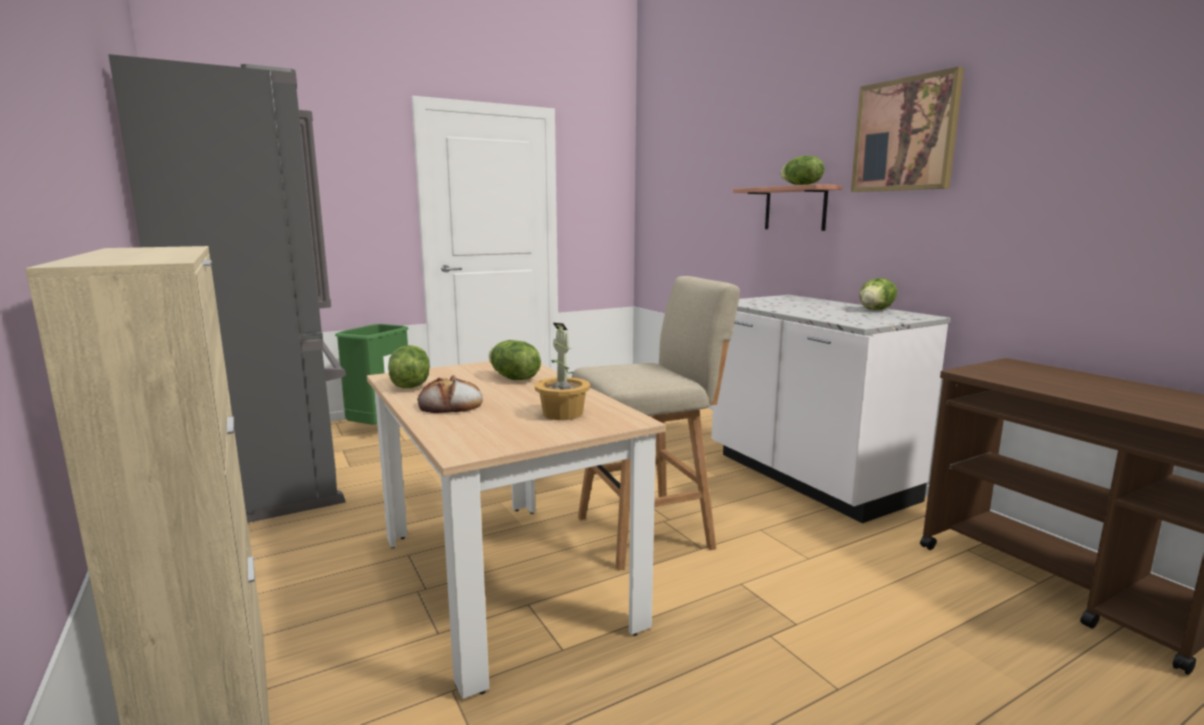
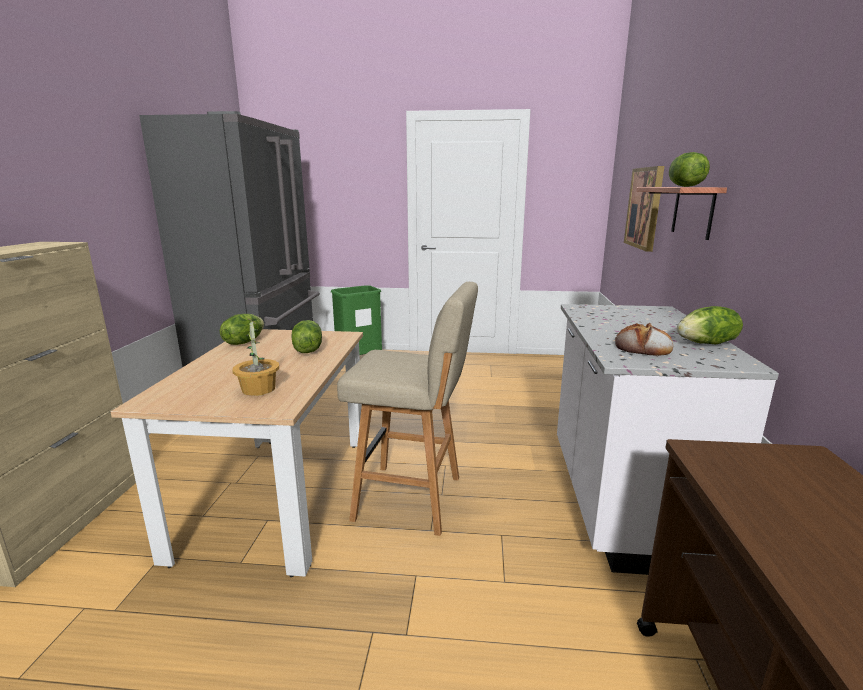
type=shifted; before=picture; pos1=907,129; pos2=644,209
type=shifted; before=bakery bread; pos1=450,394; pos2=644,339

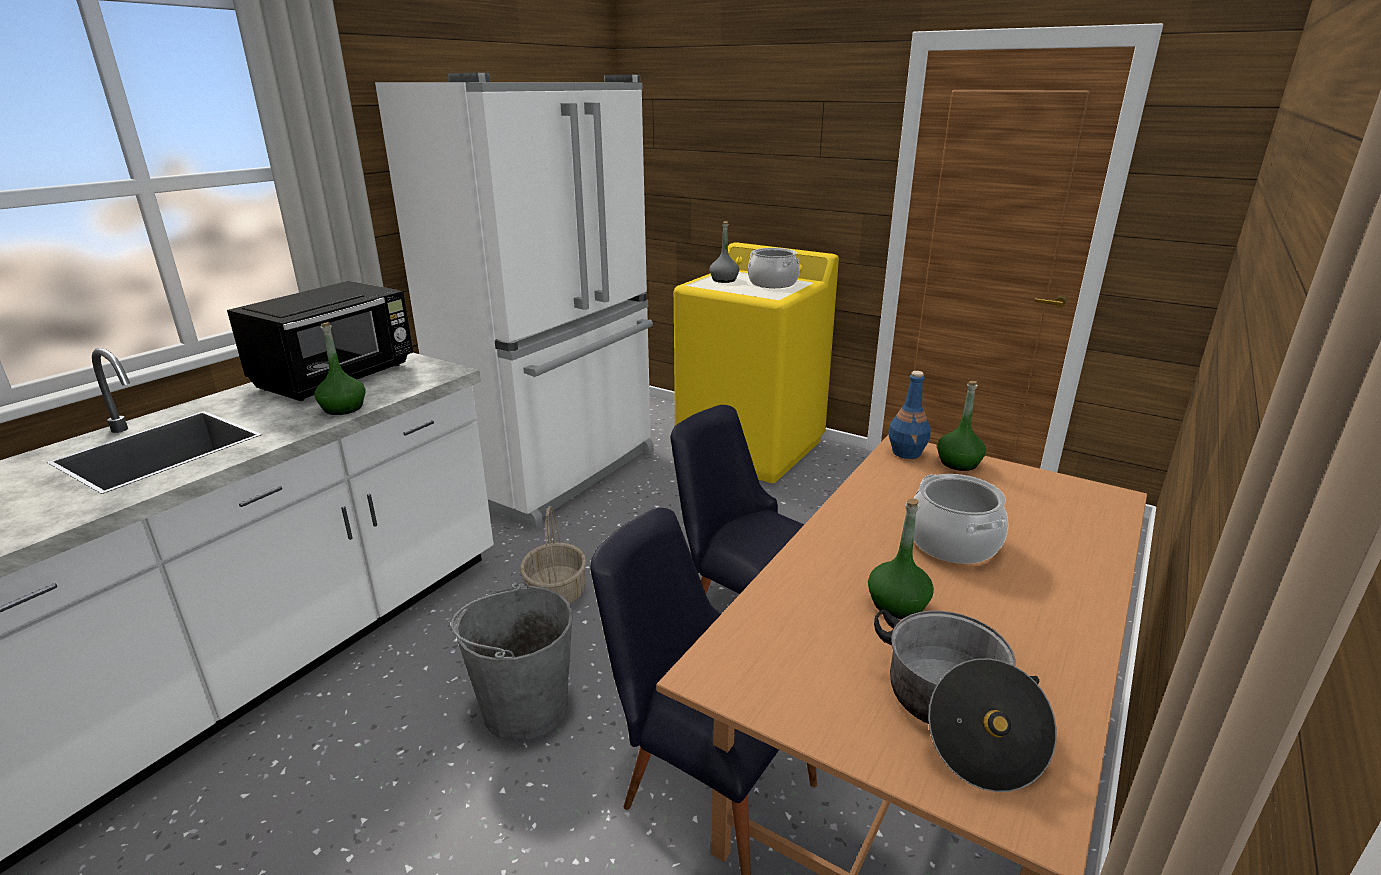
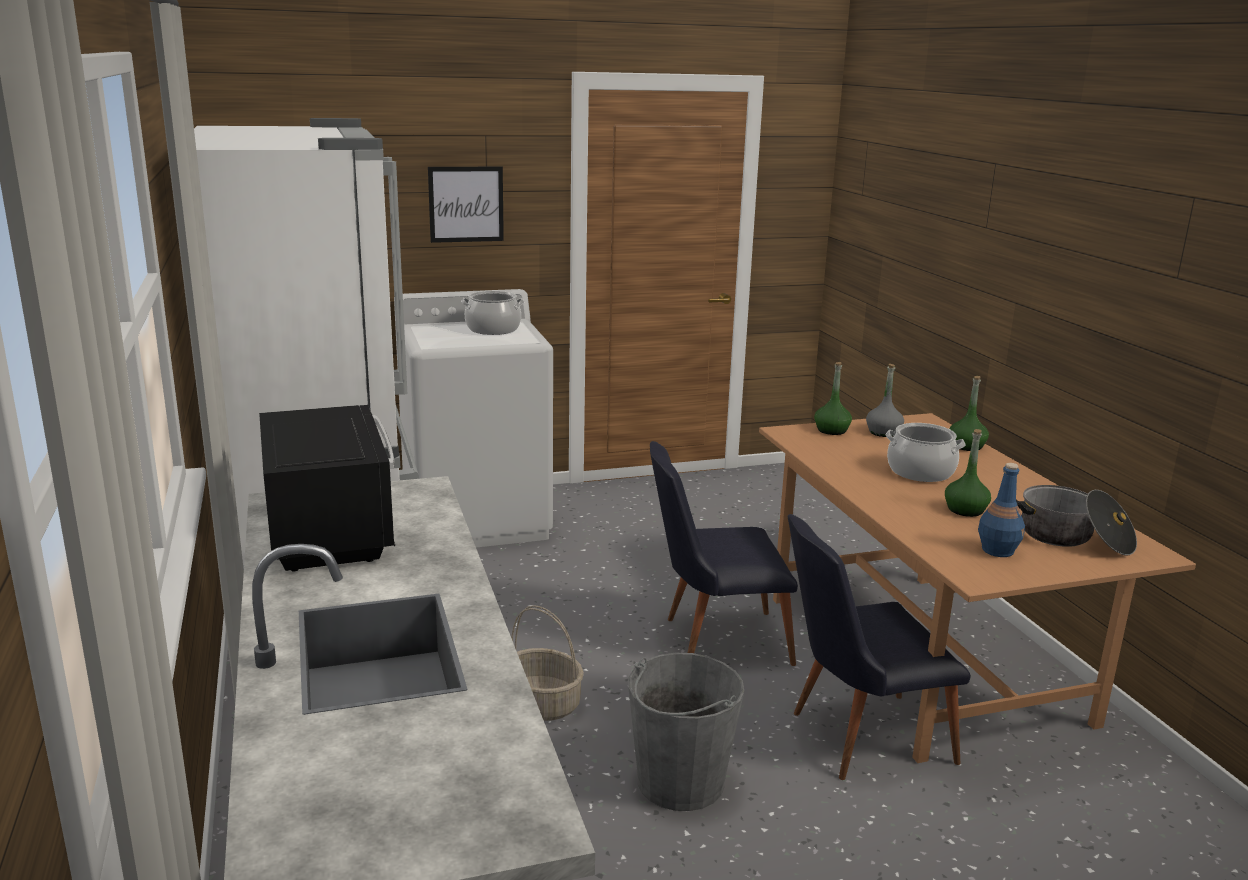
type=shifted; before=bottle/grey; pos1=724,252; pos2=885,400
type=repainted; before=washing machine/yellow-coloured; after=washing machine/white-coloured; pos1=756,362; pos2=473,418
type=shifted; before=bottle/greenish; pos1=340,368; pos2=969,413
type=shifted; before=bottle/blue-coloured; pos1=909,415; pos2=1001,510
type=new; after=picture; pos2=466,205

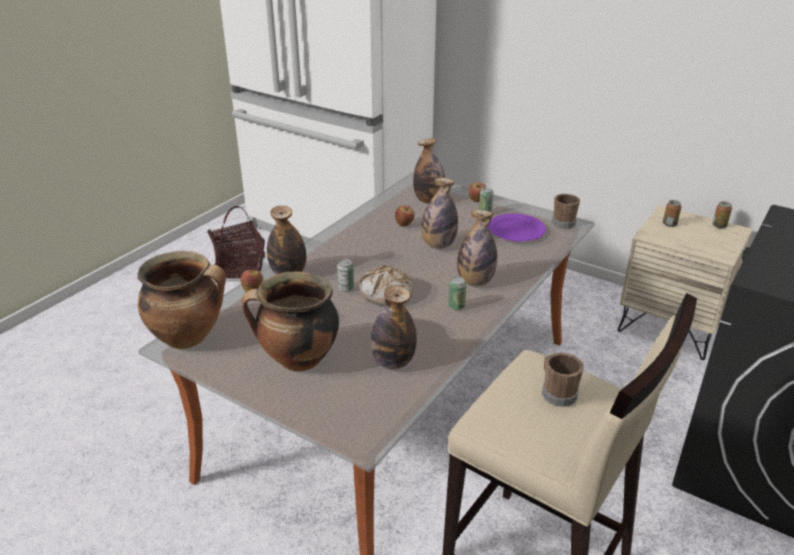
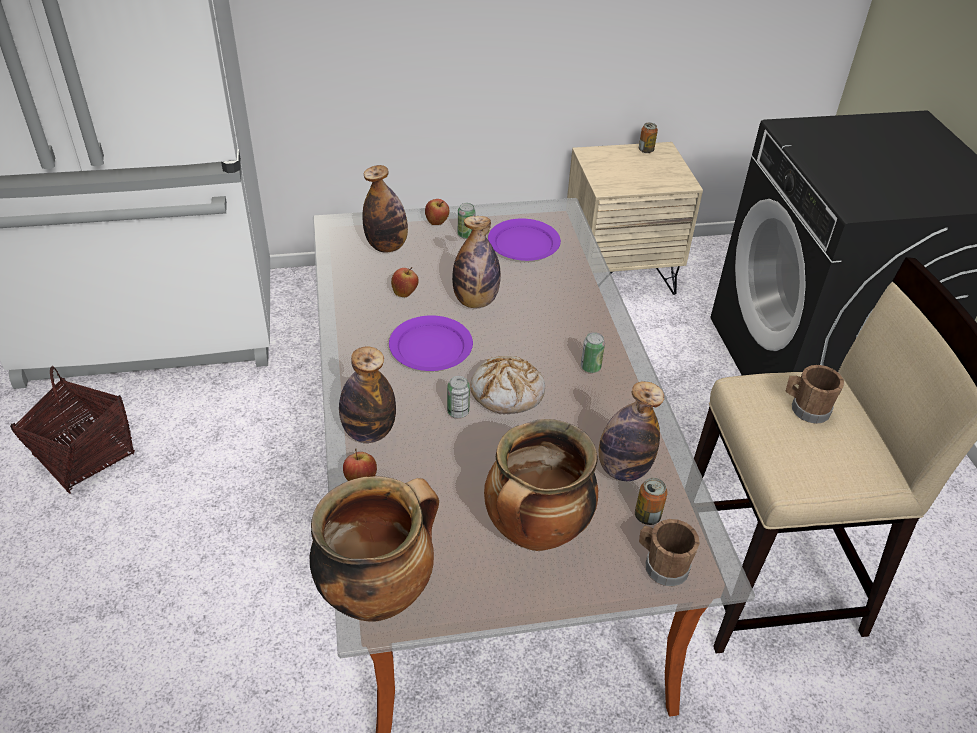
type=shifted; before=tea mug/brownish; pos1=566,211; pos2=669,552
type=shifted; before=metal can; pos1=672,213; pos2=651,501
type=gone; before=bottle; pos1=477,248
type=new; after=plate/purplish; pos2=431,343

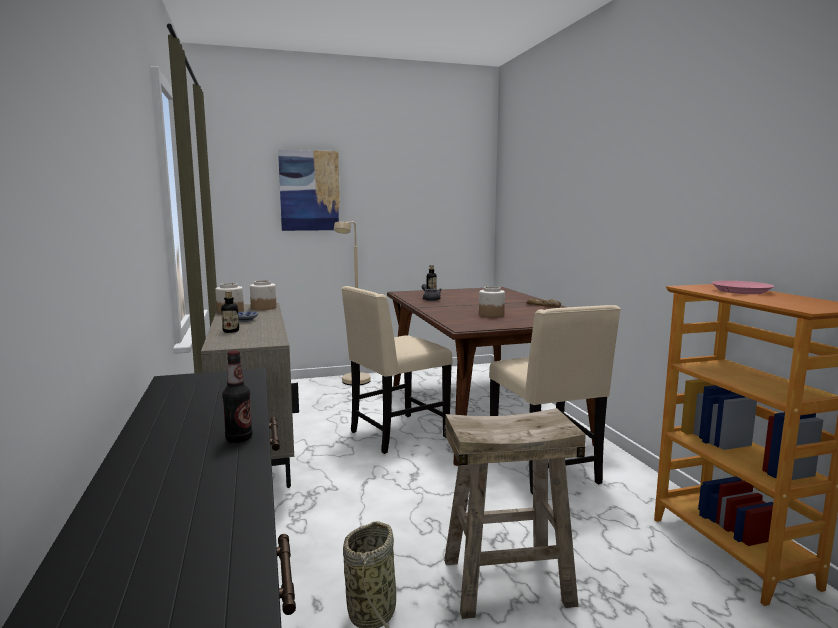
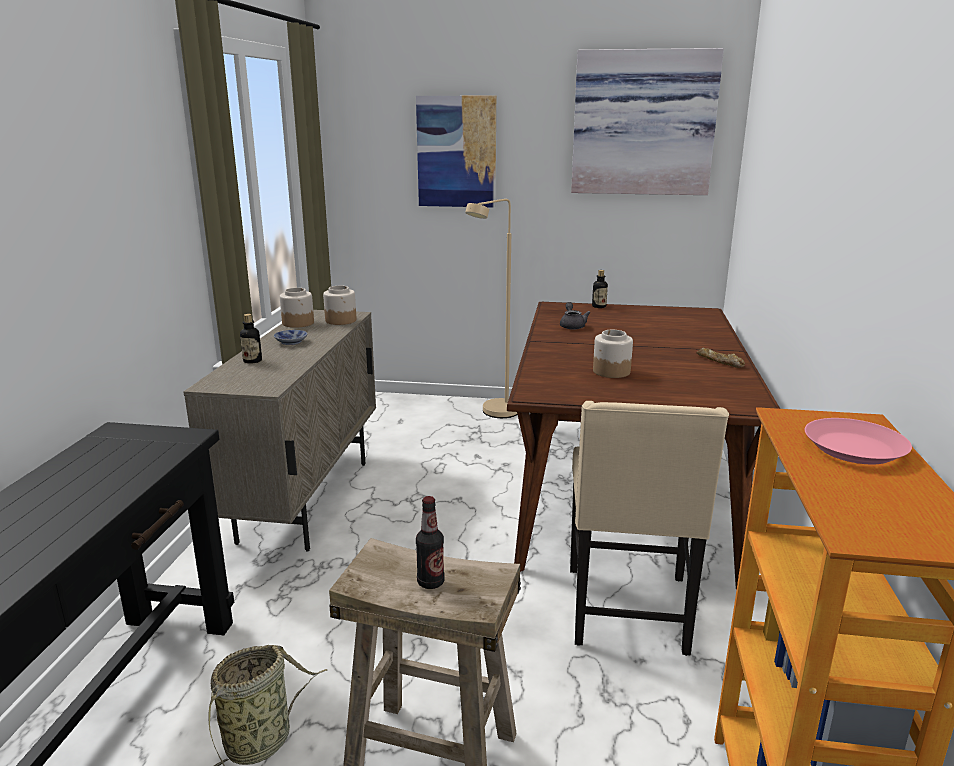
type=gone; before=plain chair/sand-coloured; pos1=396,370
type=shifted; before=bottle; pos1=237,396; pos2=430,542
type=new; after=picture; pos2=647,121

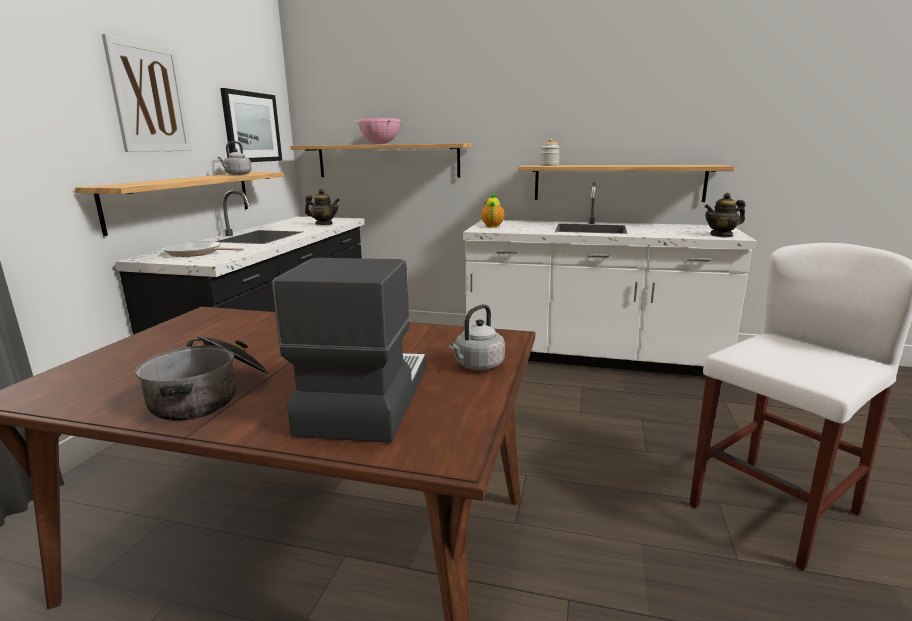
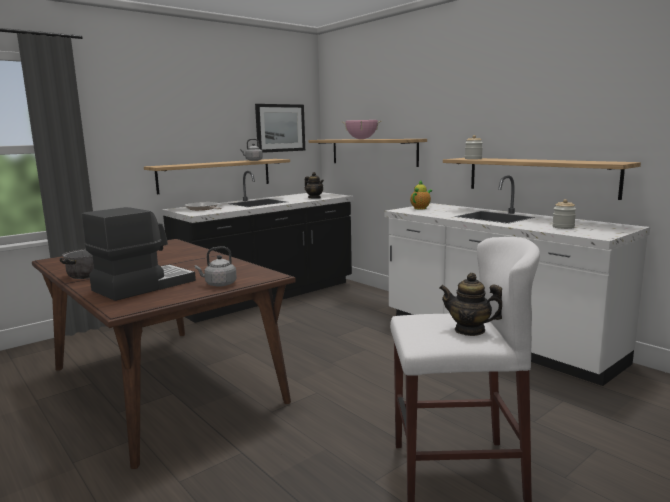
type=gone; before=picture; pos1=146,93
type=shifted; before=pot for tea; pos1=725,215; pos2=470,304
type=new; after=storage jar; pos2=564,214

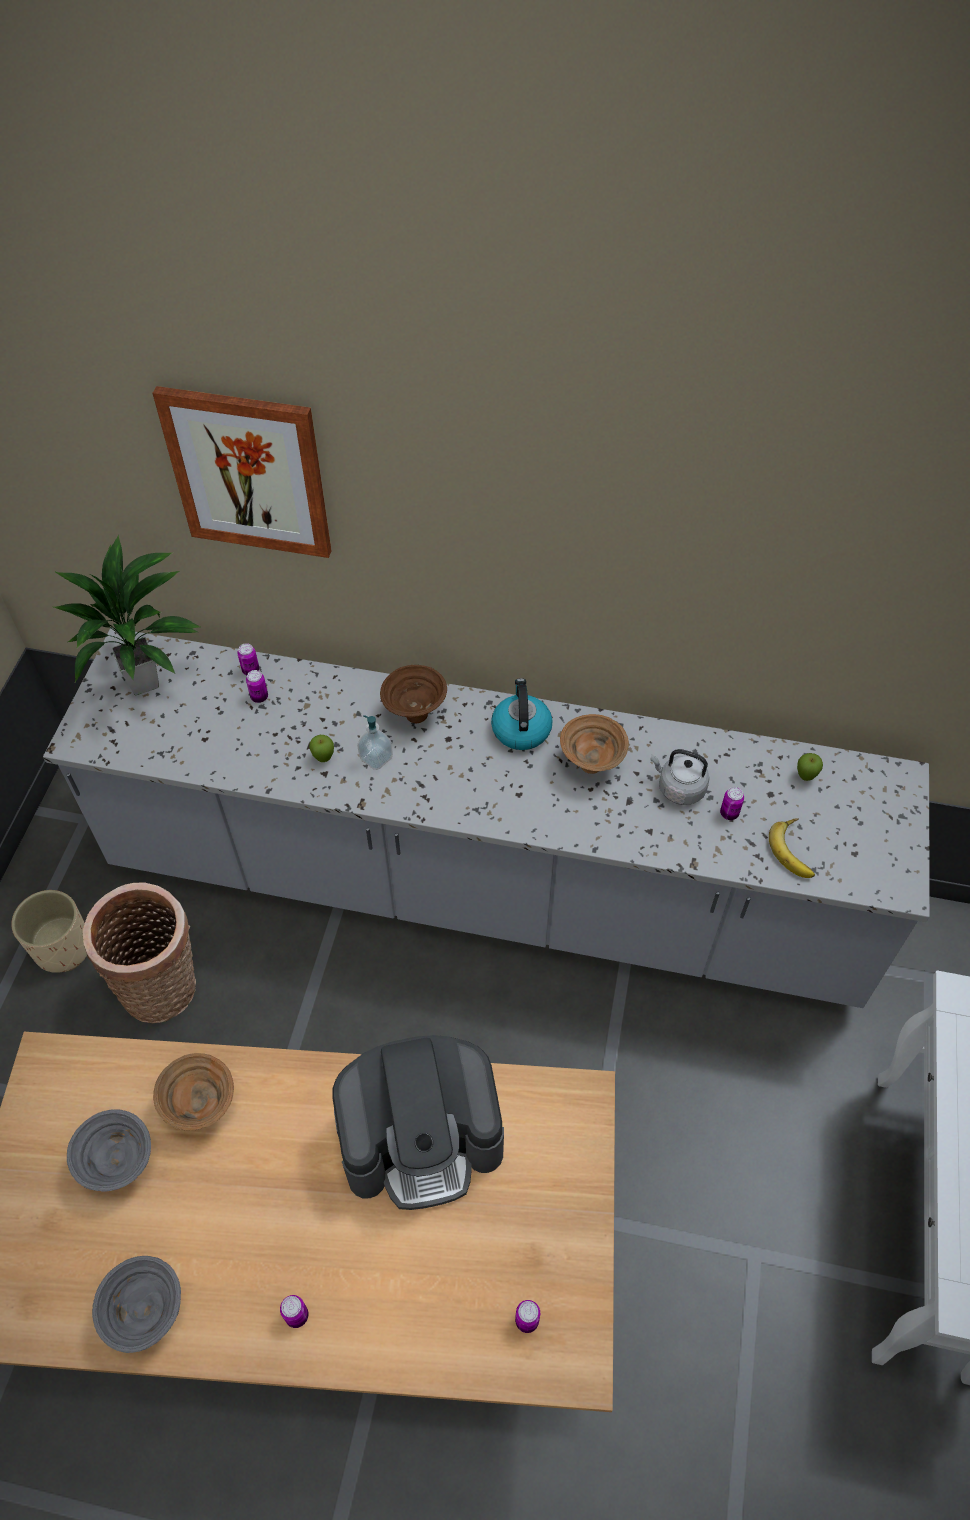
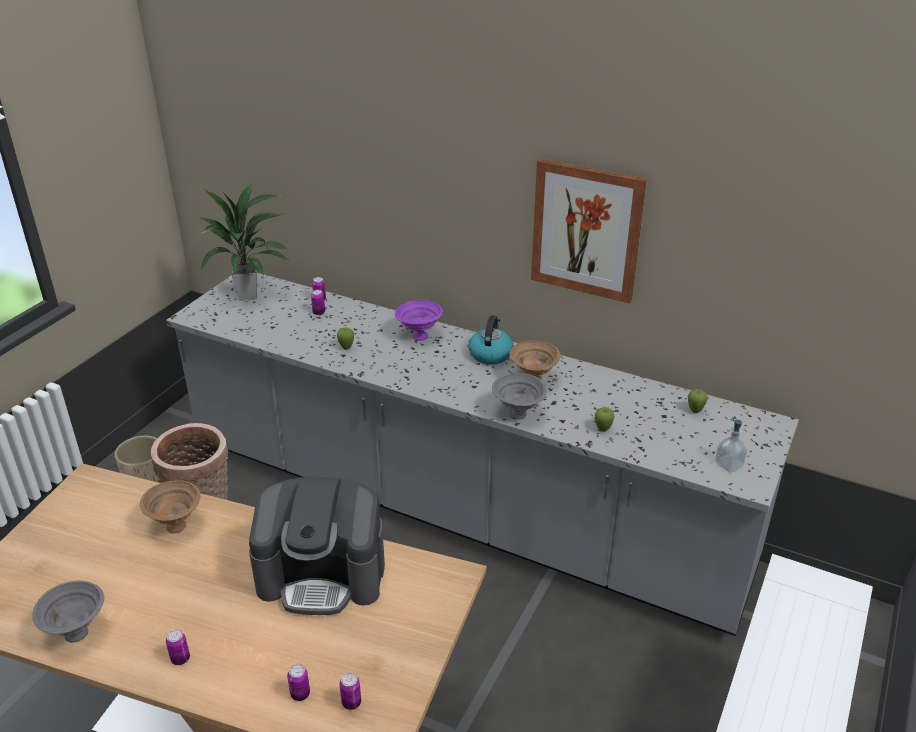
type=shifted; before=picture; pos1=241,472; pos2=589,231
type=repainted; before=serving bowl/brownish; after=serving bowl/purplish; pos1=413,694; pos2=419,320
type=shifted; before=liquid soap bottle; pos1=375,742; pos2=731,445
type=gone; before=water kettle/grey; pos1=680,777
type=shifted; before=metal can; pos1=732,803; pos2=298,682
type=gone; before=banana fruit; pos1=792,848
type=shifted; before=serving bowl/grey; pos1=109,1150; pos2=519,396
type=new; after=whole apple; pos2=604,419

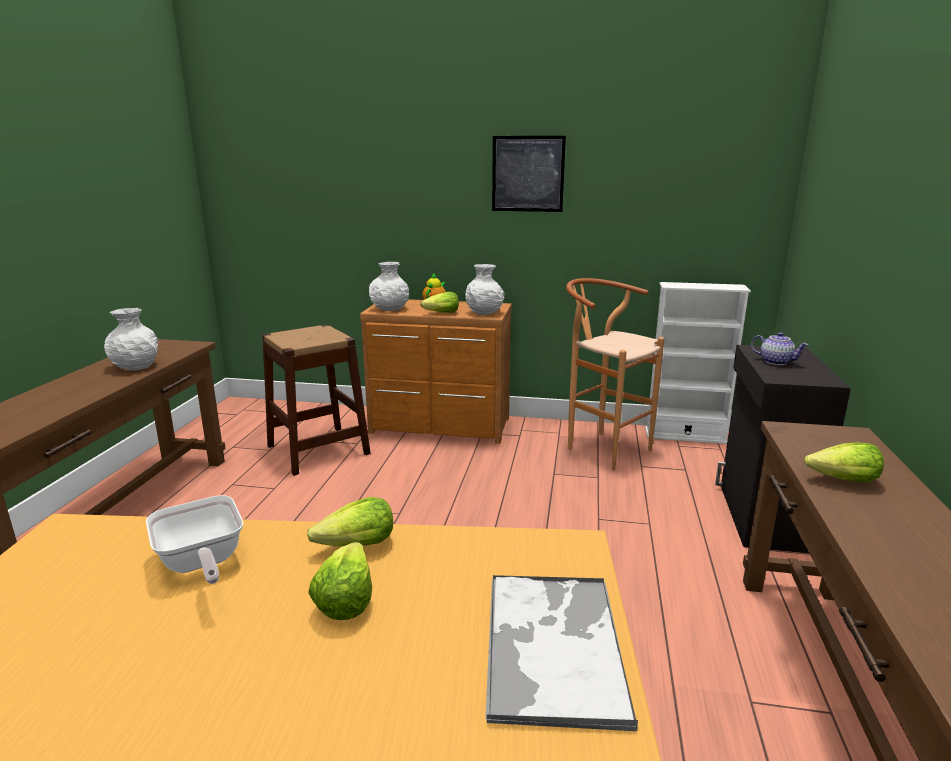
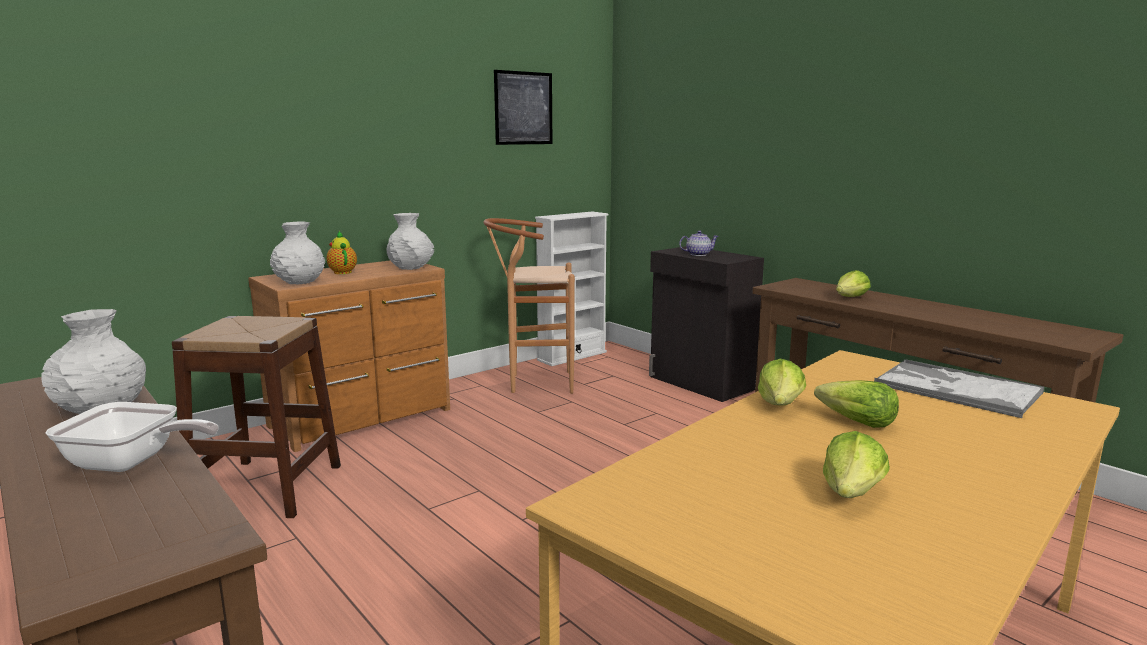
type=shifted; before=picture; pos1=529,174; pos2=523,107
type=shifted; before=head of lettuce; pos1=439,302; pos2=856,464
type=shifted; before=pan; pos1=194,539; pos2=132,437

